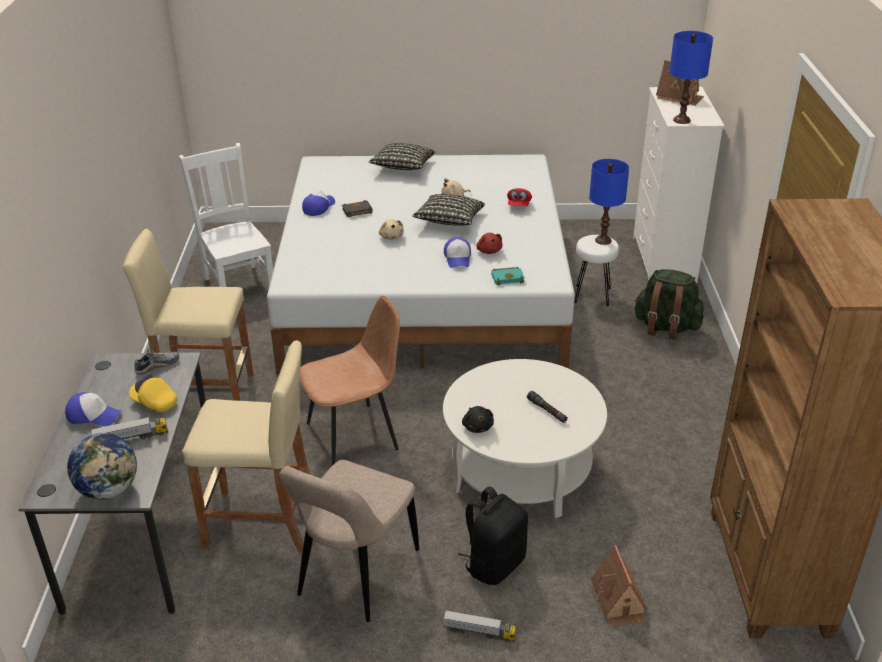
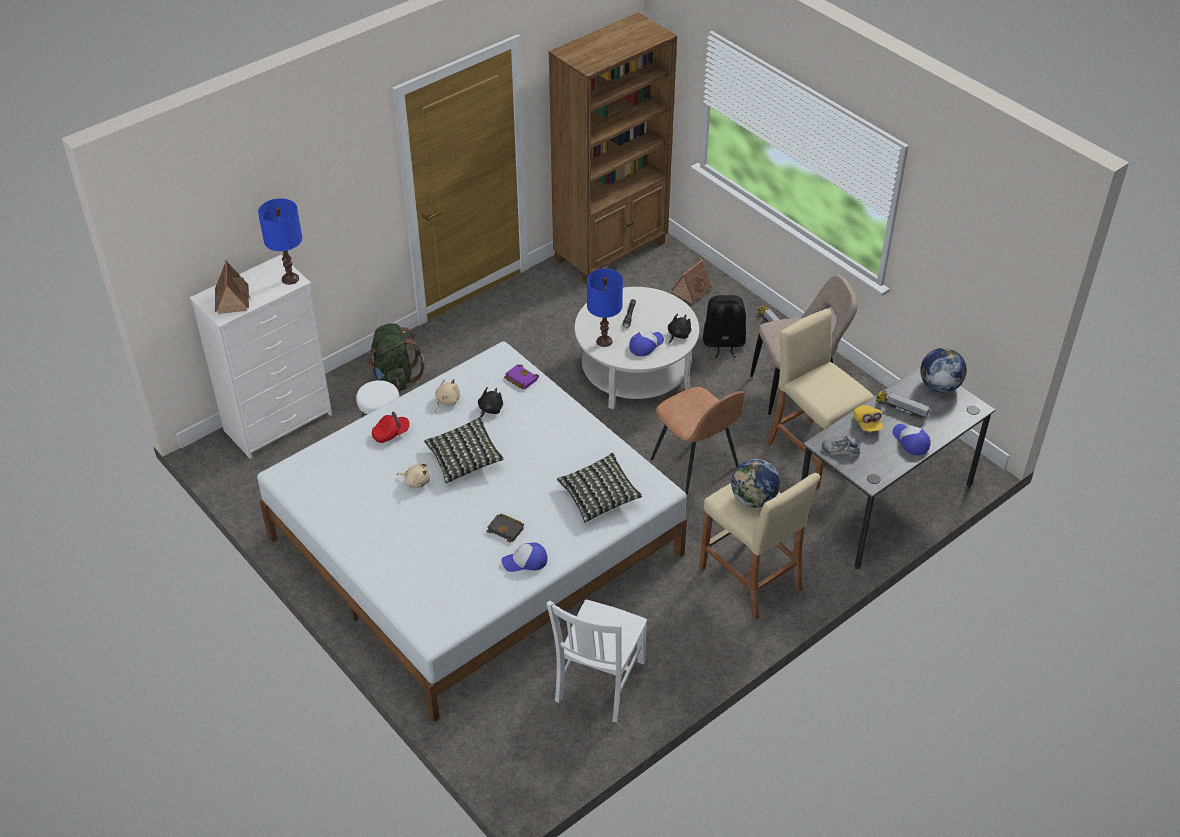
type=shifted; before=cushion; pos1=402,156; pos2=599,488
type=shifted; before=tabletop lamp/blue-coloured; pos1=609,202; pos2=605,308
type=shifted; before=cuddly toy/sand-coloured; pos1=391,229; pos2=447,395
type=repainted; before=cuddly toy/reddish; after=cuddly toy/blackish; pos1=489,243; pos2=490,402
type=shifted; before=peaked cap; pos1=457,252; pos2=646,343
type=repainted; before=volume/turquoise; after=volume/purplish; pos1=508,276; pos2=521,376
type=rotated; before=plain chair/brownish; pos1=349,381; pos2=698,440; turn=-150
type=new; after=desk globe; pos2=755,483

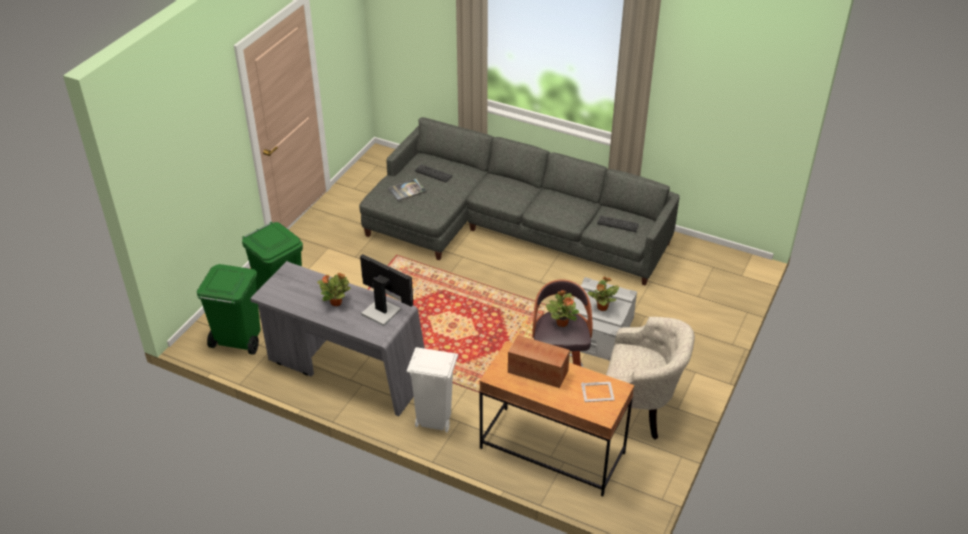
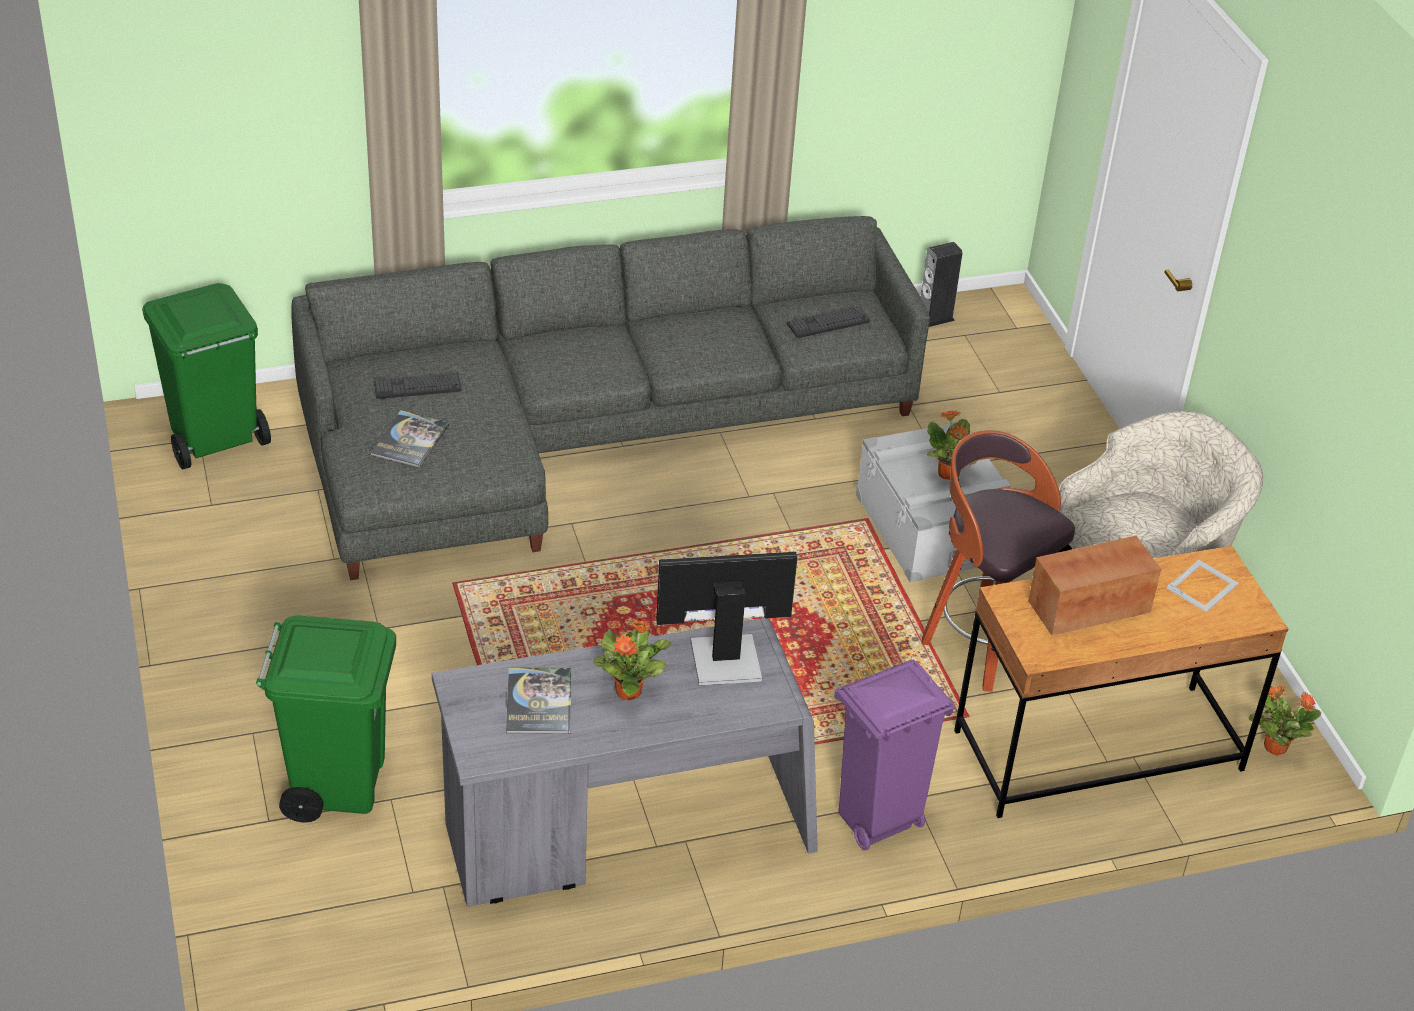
type=shifted; before=trash can/greenish; pos1=229,309; pos2=206,376
type=shifted; before=plant in a pot; pos1=562,308; pos2=1285,720
type=repainted; before=trash can/white-coloured; after=trash can/purplish; pos1=432,389; pos2=894,755
type=new; after=audio speaker; pos2=941,284
type=new; after=volume; pos2=539,700

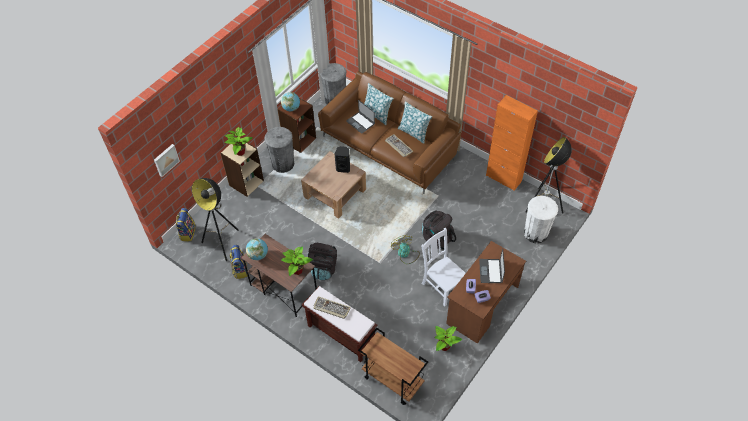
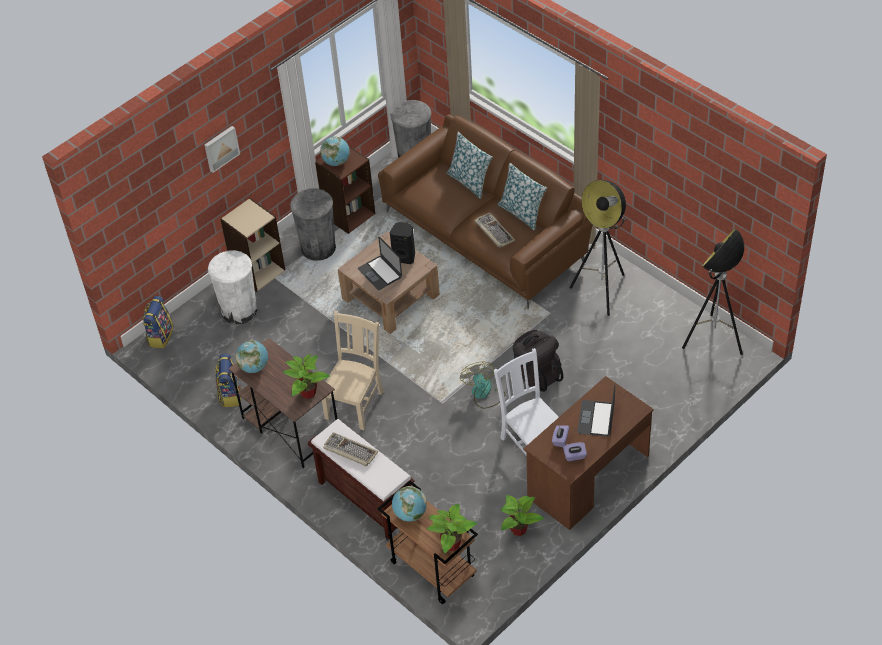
type=gone; before=cupboard/orange; pos1=512,143
type=shifted; before=portable computer; pos1=360,116; pos2=380,263
type=shifted; before=plant in a pot; pos1=238,141; pos2=452,528
type=shifted; before=picture; pos1=167,160; pos2=222,149
type=shifted; before=standing lamp; pos1=215,219; pos2=597,248
type=shifted; before=trash can/white-coloured; pos1=541,220; pos2=233,287
type=swapped; before=rucksack/blackish; after=plain chair/sand-coloured; pos1=322,261; pos2=353,370
type=new; after=desk globe; pos2=409,504

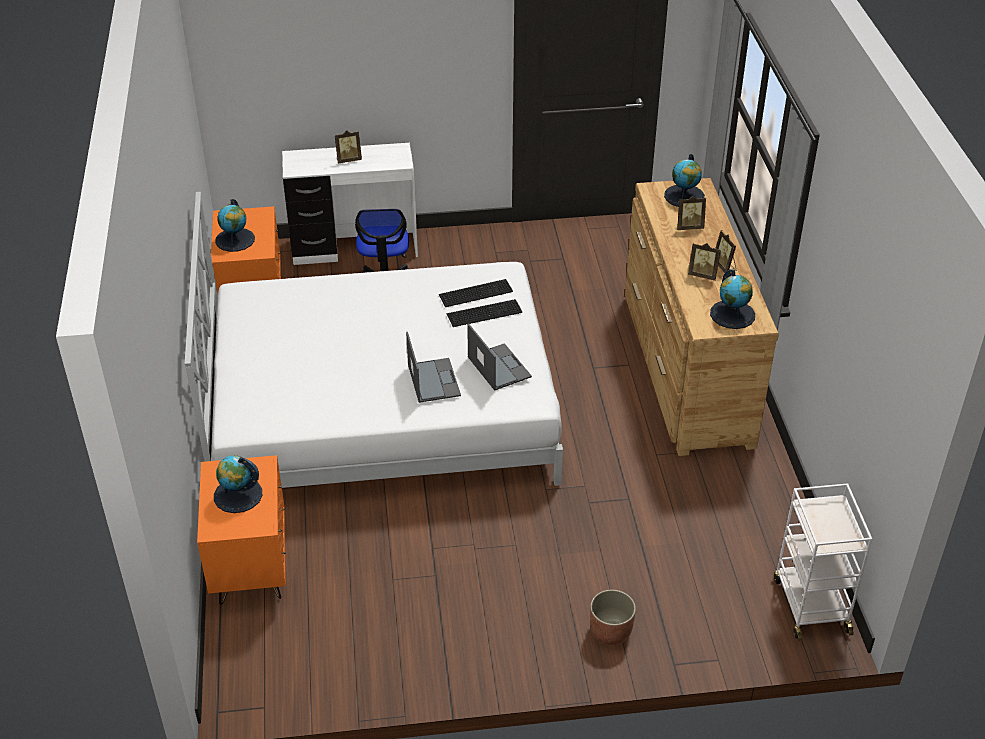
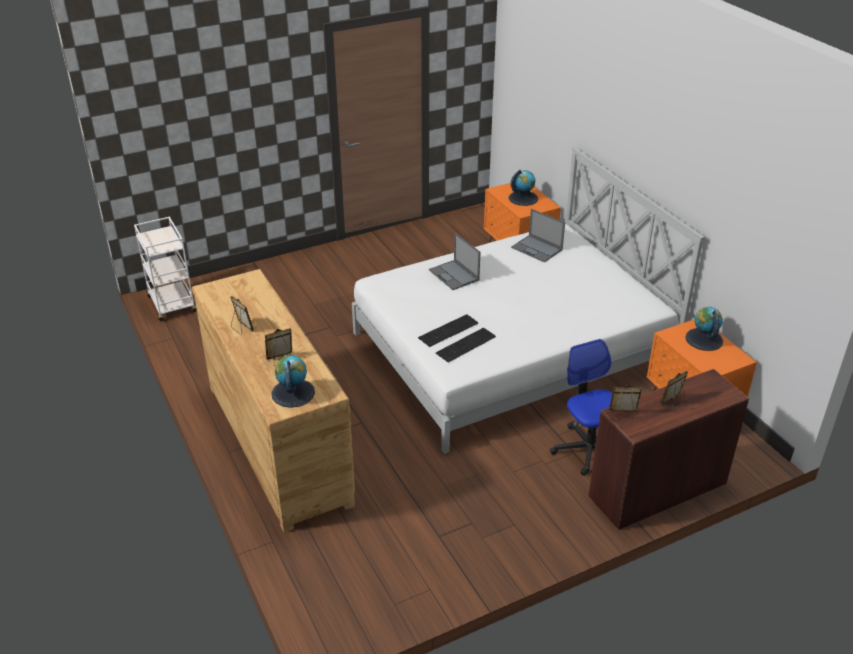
type=repainted; before=desk table/white-coloured; after=desk table/brownish; pos1=350,204; pos2=668,449
type=shifted; before=picture frame; pos1=704,262; pos2=625,403
type=gone; before=desk globe; pos1=732,299
type=shifted; before=portable computer; pos1=499,357; pos2=538,235
type=gone; before=planter; pos1=613,617

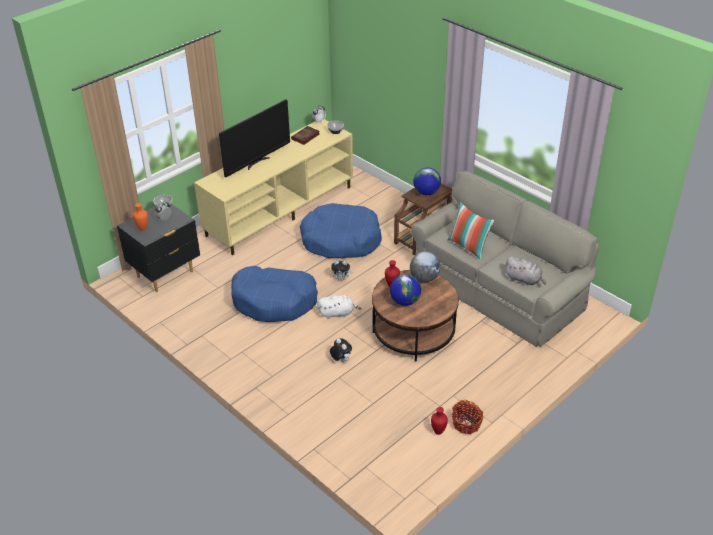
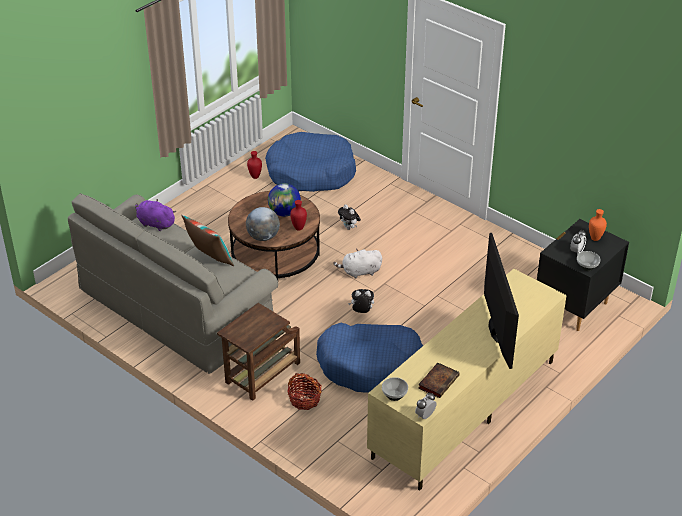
type=rotated; before=TV; pos1=254,138; pos2=501,301; turn=135
type=gone; before=desk globe; pos1=427,181
type=repainted; before=cuddly toy/grey; after=cuddly toy/purplish; pos1=525,271; pos2=156,215
type=shifted; before=pet bed/blue-coloured; pos1=274,294; pos2=310,162
type=shifted; before=basket; pos1=467,417; pos2=304,391

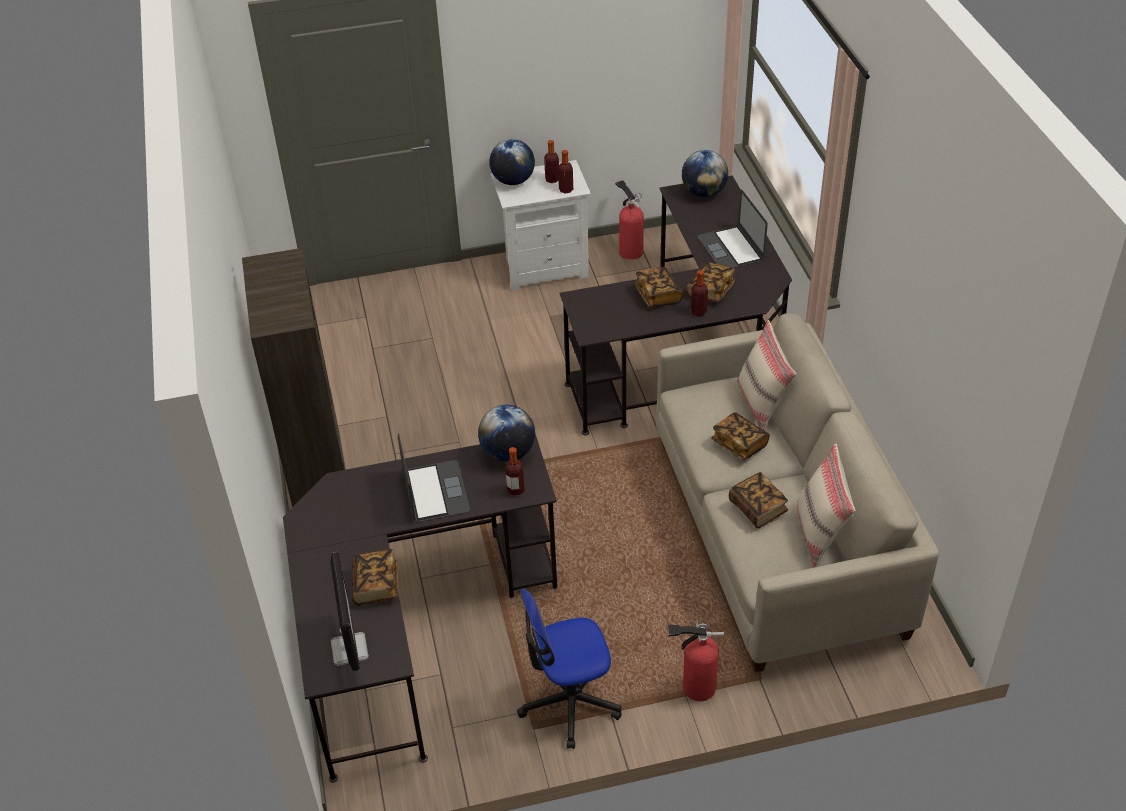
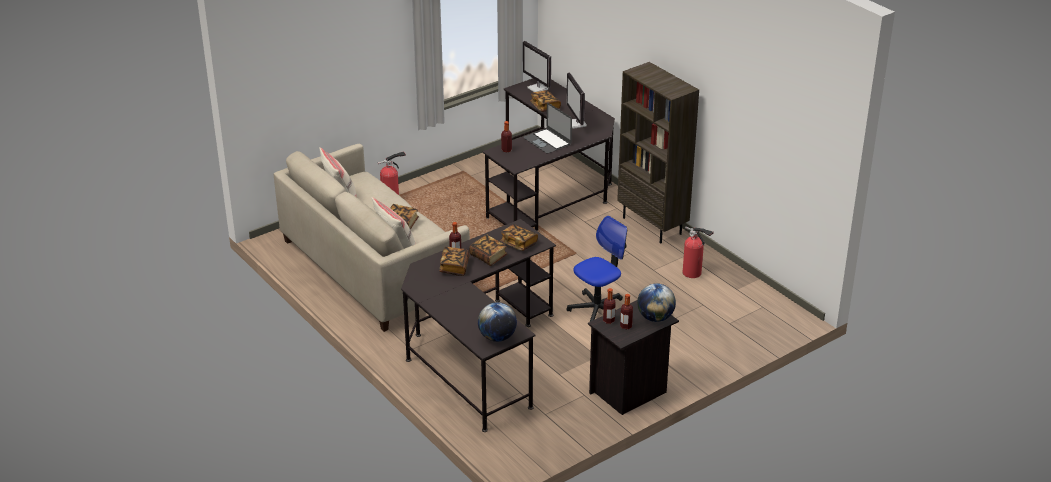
type=repainted; before=night table/white-coloured; after=night table/blackish; pos1=541,225; pos2=633,357
type=shifted; before=extinguisher; pos1=629,220; pos2=698,252
type=gone; before=portable computer; pos1=733,229
type=gone; before=desk globe; pos1=506,433
type=shifted; before=volume; pos1=758,500; pos2=519,237
type=shifted; before=desk chair; pos1=569,669; pos2=597,271
type=new; after=computer display; pos2=577,101

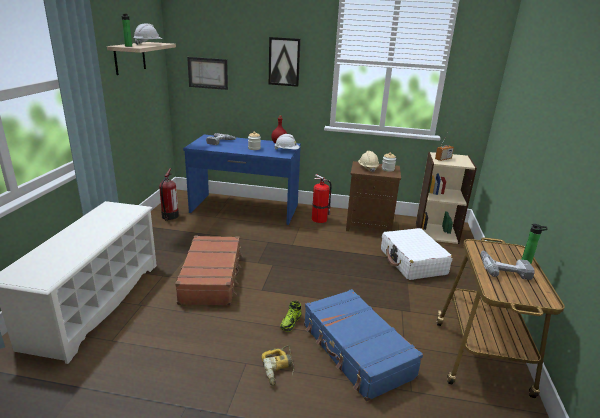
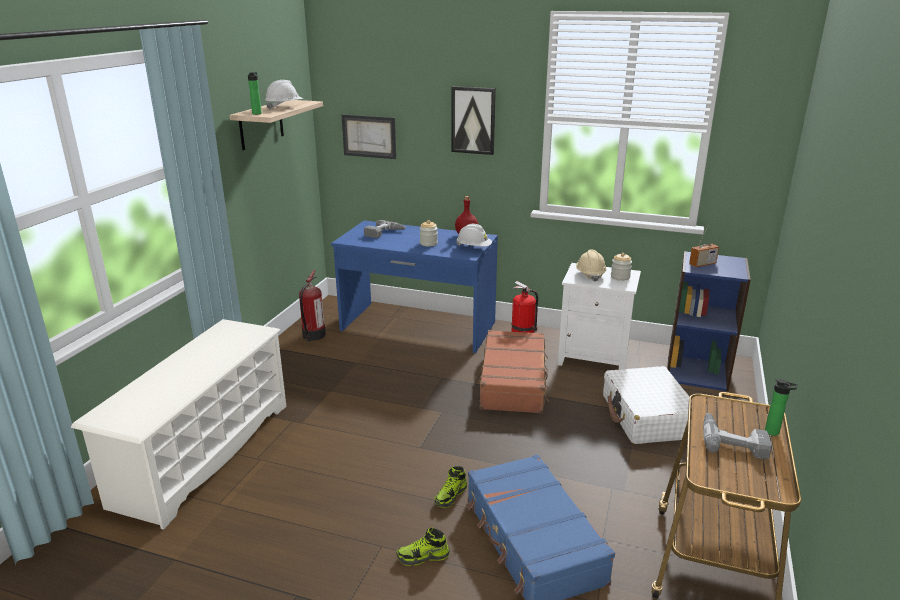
type=repainted; before=bookshelf/sand-coloured; after=bookshelf/blue-coloured; pos1=446,198; pos2=709,321
type=repainted; before=night table/brownish; after=night table/white-coloured; pos1=373,196; pos2=599,316
type=shifted; before=suitcase/brownish; pos1=209,270; pos2=514,372
type=swapped; before=power drill; after=shoe; pos1=277,365; pos2=423,546

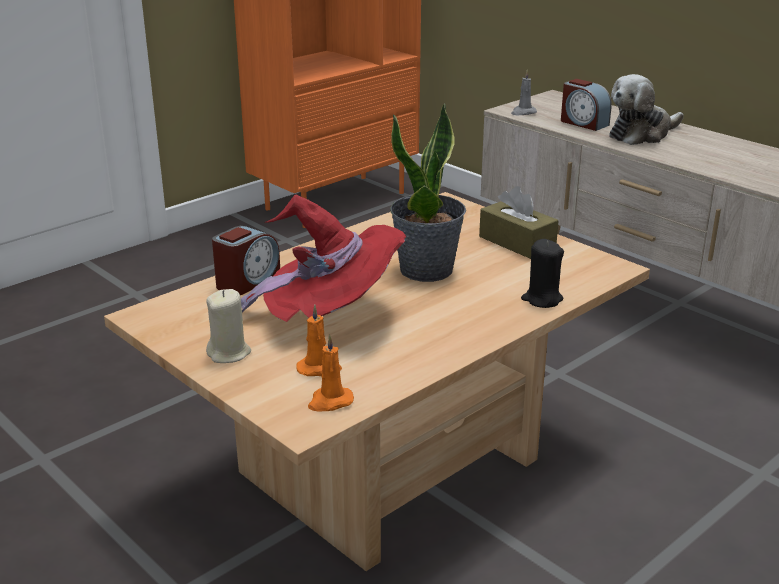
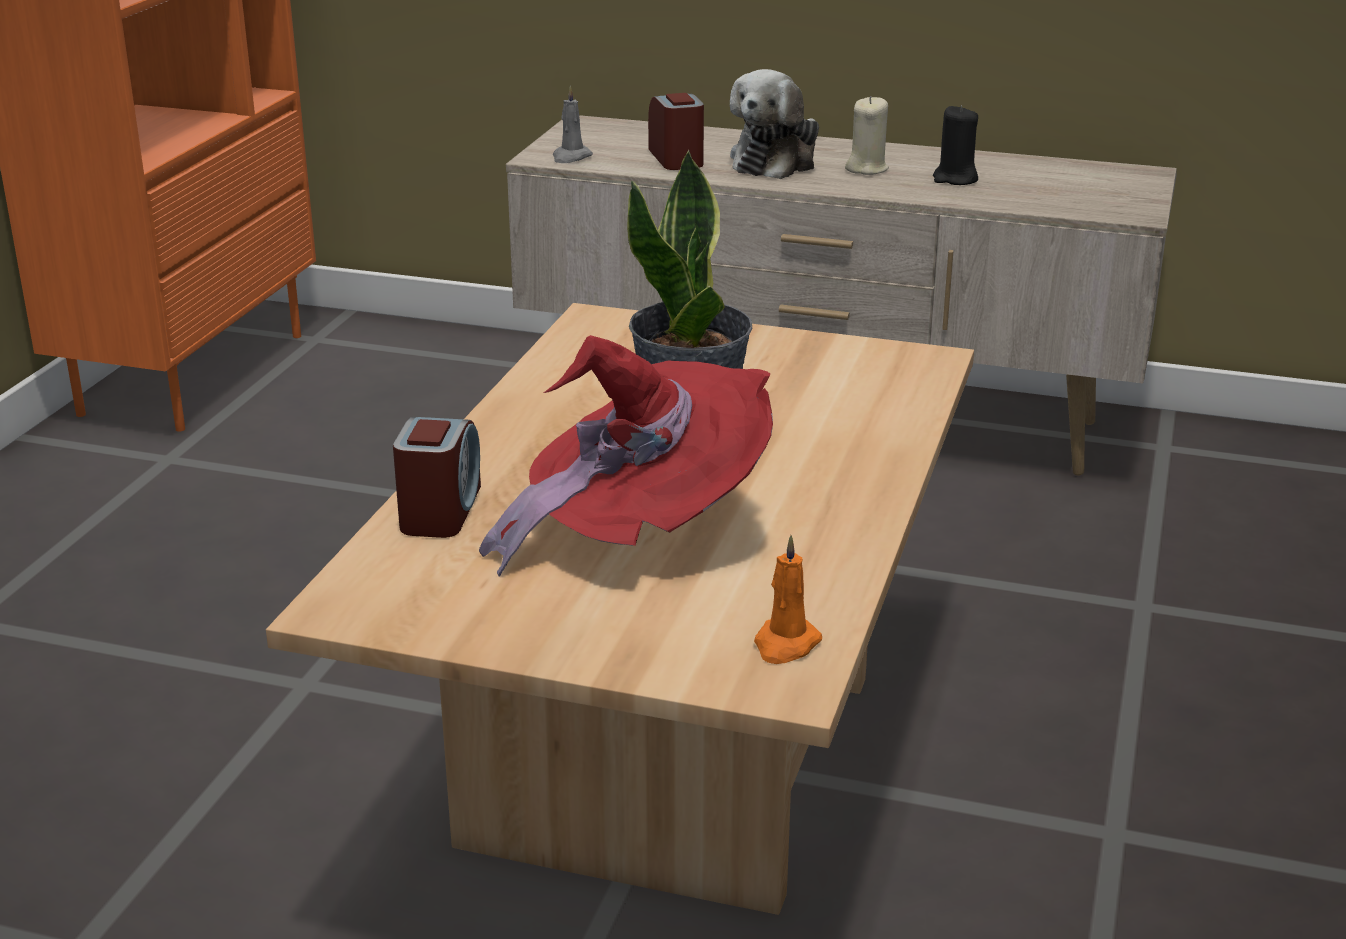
type=rotated; before=bedside clock; pos1=586,105; pos2=676,131; turn=-120
type=gone; before=tissue box/brownish; pos1=518,222
type=shifted; before=wax candle/blackish; pos1=542,273; pos2=955,145
type=shifted; before=wax candle/sand-coloured; pos1=228,326; pos2=867,135
type=gone; before=wax candle/orange; pos1=319,340

